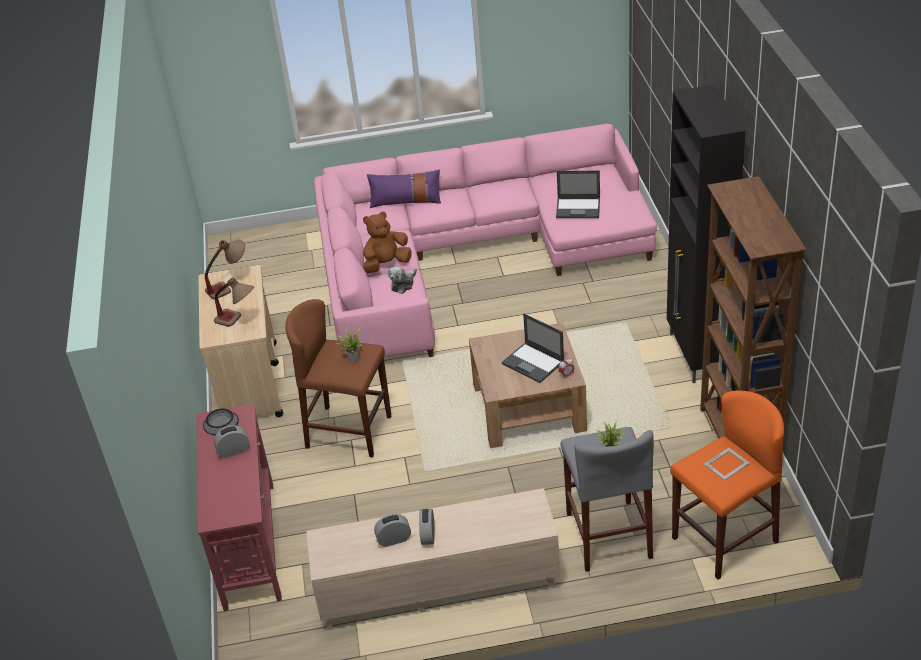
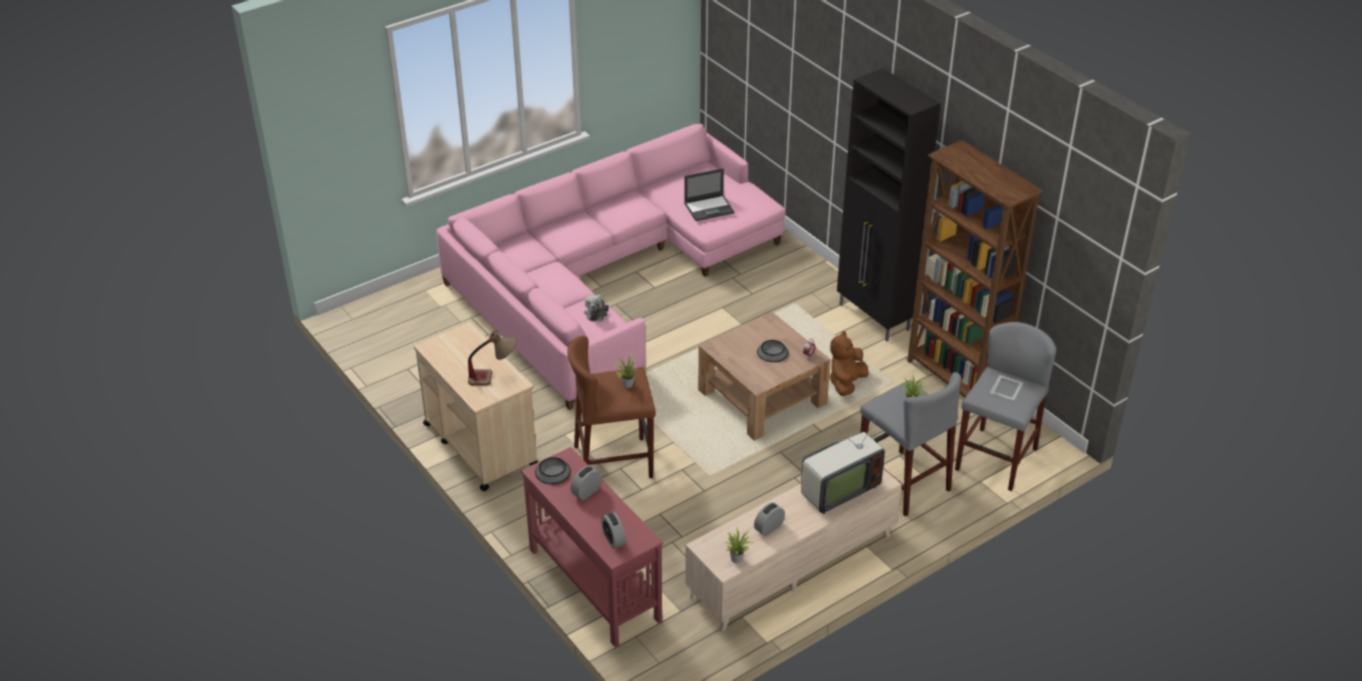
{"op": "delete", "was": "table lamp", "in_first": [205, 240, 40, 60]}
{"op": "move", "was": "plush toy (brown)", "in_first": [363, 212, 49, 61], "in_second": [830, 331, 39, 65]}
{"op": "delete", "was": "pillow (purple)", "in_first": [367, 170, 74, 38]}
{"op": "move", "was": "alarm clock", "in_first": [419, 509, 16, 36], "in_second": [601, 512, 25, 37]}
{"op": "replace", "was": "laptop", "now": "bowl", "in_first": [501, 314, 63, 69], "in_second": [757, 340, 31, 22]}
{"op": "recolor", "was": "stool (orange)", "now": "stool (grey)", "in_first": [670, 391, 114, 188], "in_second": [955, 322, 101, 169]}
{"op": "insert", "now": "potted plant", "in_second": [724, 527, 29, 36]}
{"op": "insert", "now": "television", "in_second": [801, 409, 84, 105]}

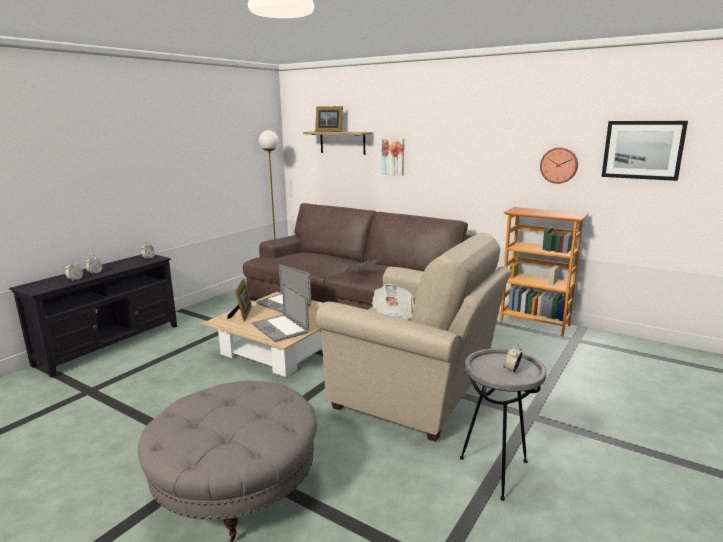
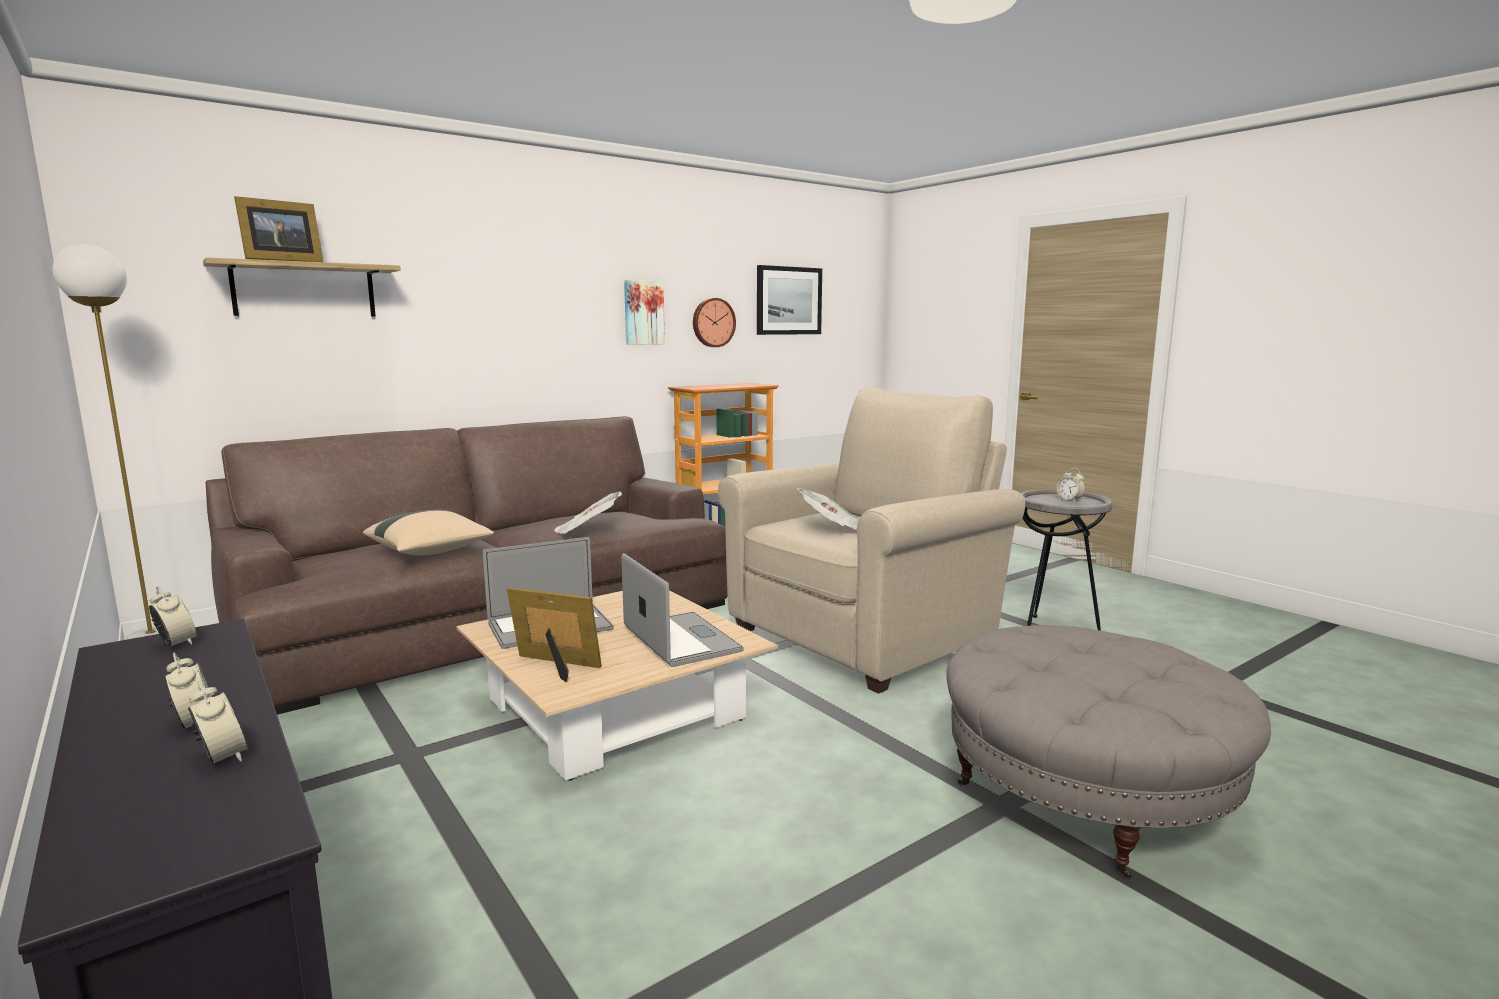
{"op": "rotate", "was": "laptop", "in_first": [252, 282, 57, 60], "in_second": [622, 553, 122, 114], "clockwise": -105}
{"op": "move", "was": "picture", "in_first": [382, 138, 22, 38], "in_second": [624, 280, 41, 65]}
{"op": "insert", "now": "pillow (beige)", "in_second": [363, 510, 131, 45]}

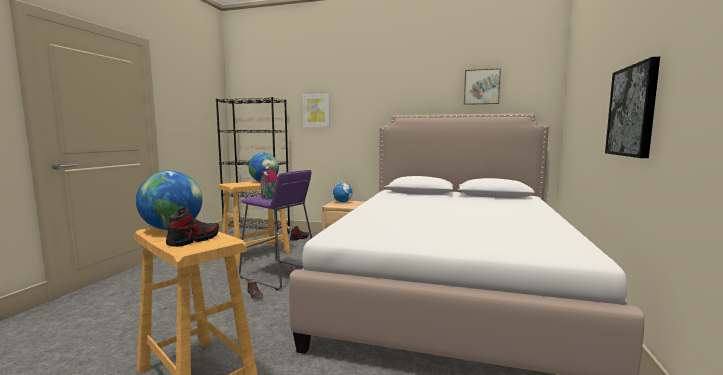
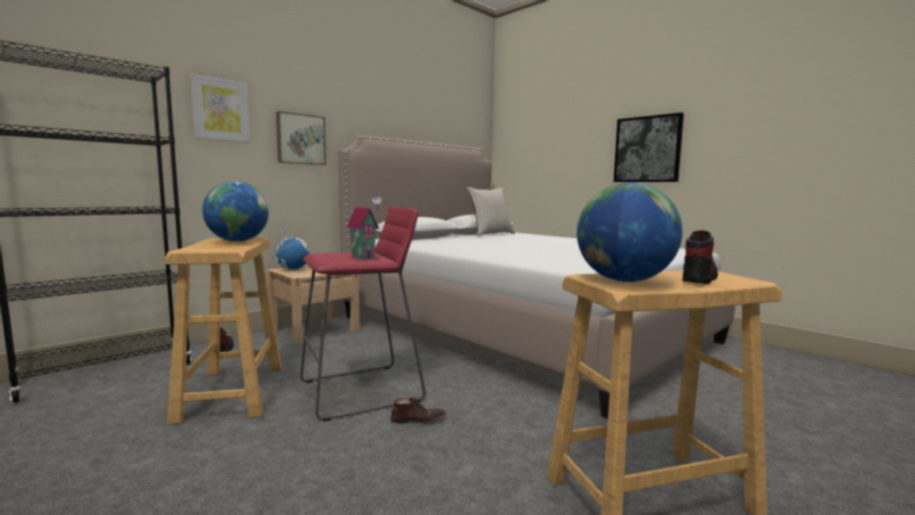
{"op": "rotate", "was": "shoe", "in_first": [166, 207, 53, 40], "in_second": [683, 230, 35, 54], "clockwise": 60}
{"op": "recolor", "was": "stool (purple)", "now": "stool (red)", "in_first": [239, 170, 73, 120], "in_second": [300, 206, 126, 215]}
{"op": "move", "was": "picture", "in_first": [464, 68, 37, 37], "in_second": [276, 111, 50, 54]}
{"op": "insert", "now": "pillow (beige)", "in_second": [467, 187, 48, 49]}

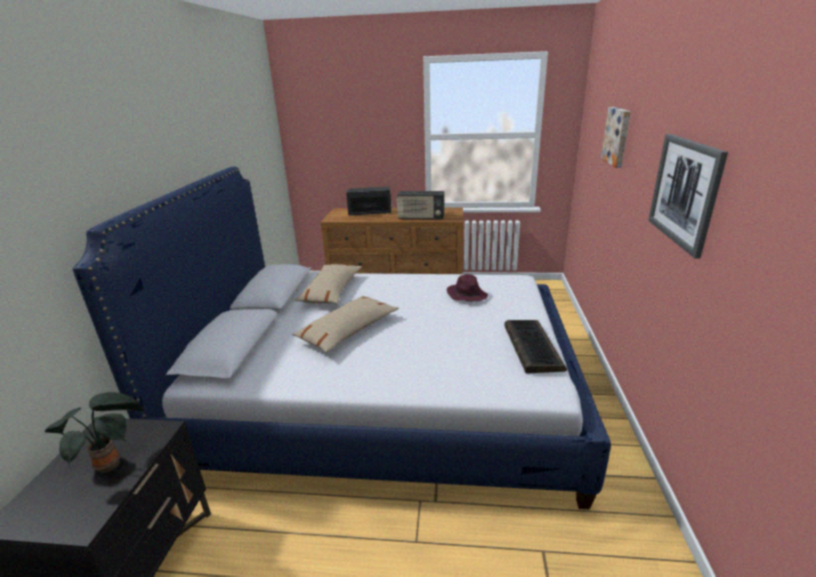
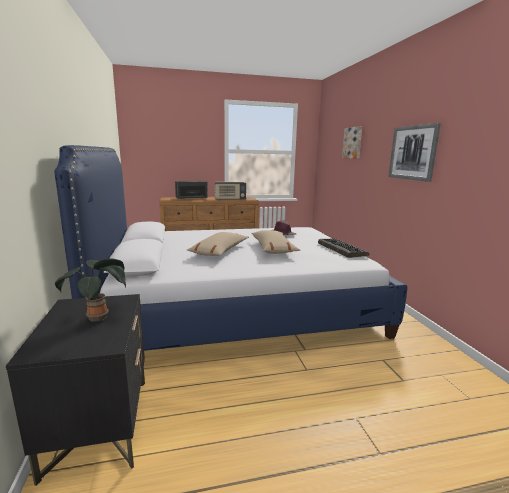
{"op": "move", "was": "pillow (beige)", "in_first": [294, 264, 68, 40], "in_second": [251, 230, 49, 24]}

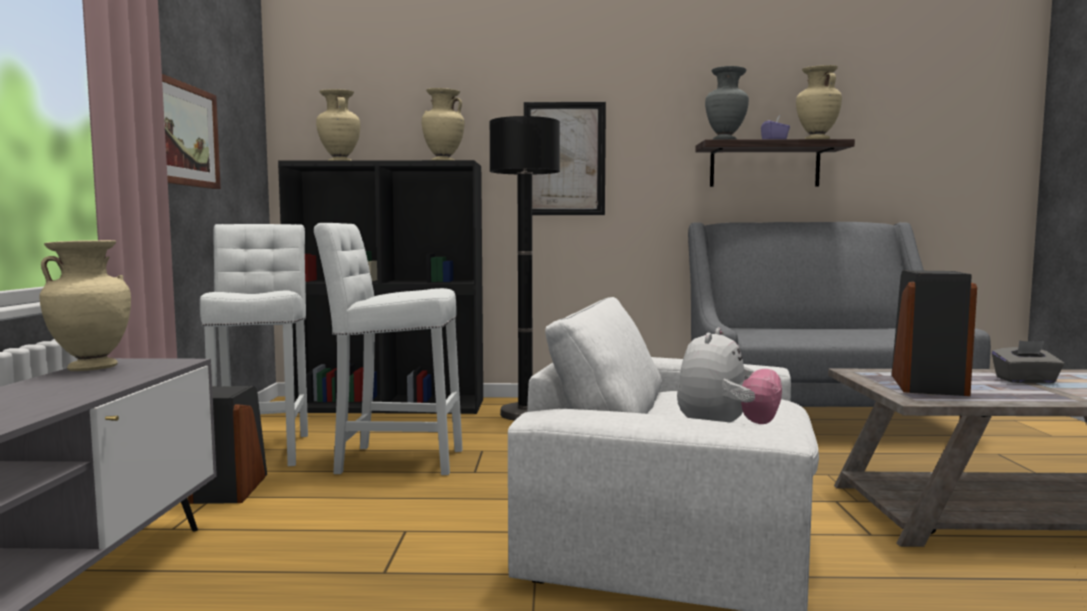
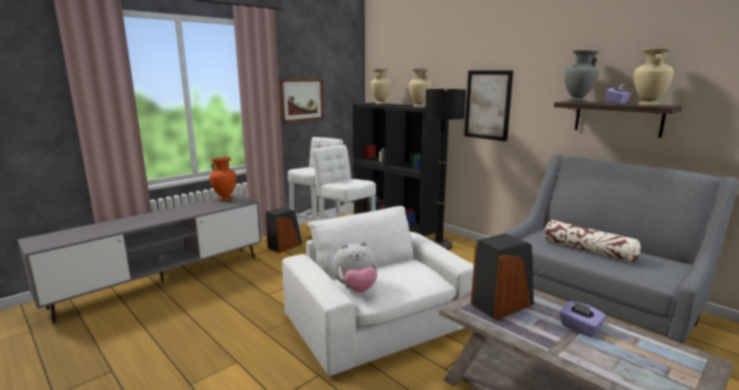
{"op": "recolor", "was": "vase (beige)", "now": "vase (orange)", "in_first": [40, 240, 91, 131], "in_second": [210, 157, 26, 44]}
{"op": "recolor", "was": "tissue box (grey)", "now": "tissue box (purple)", "in_first": [992, 341, 72, 42], "in_second": [559, 301, 47, 36]}
{"op": "insert", "now": "pillow", "in_second": [544, 220, 97, 43]}

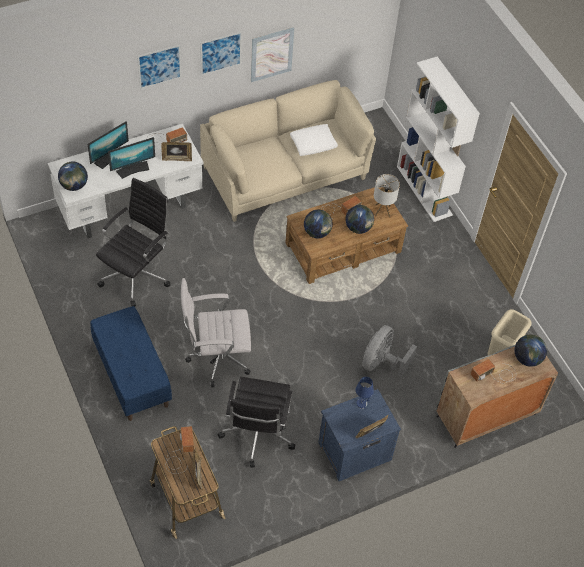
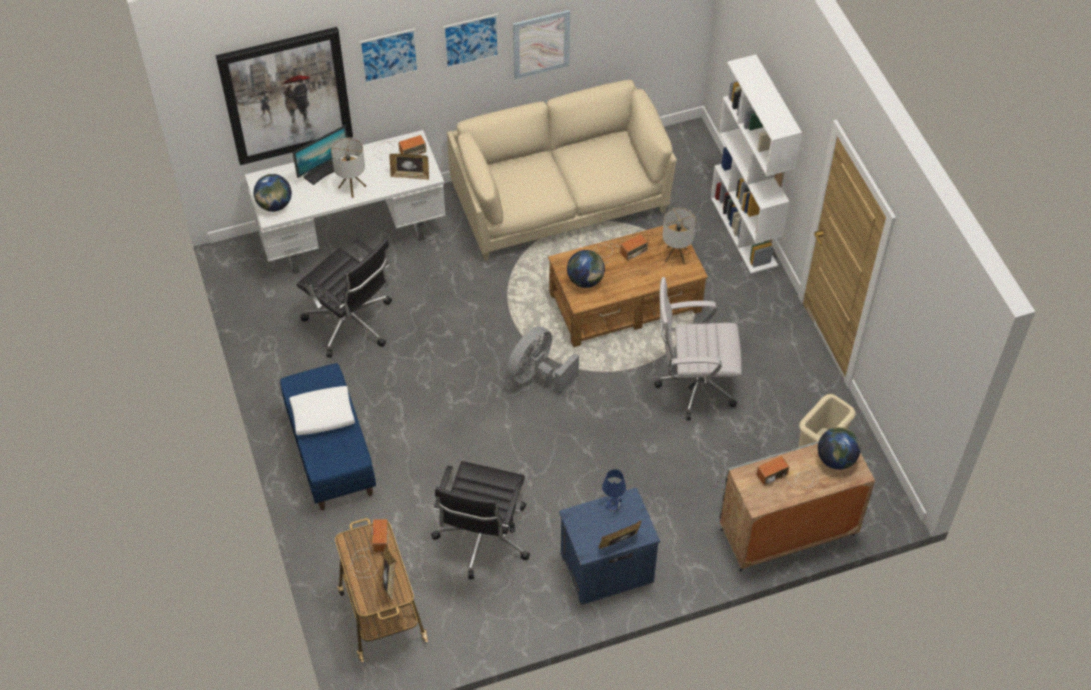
{"op": "rotate", "was": "office chair (black)", "in_first": [96, 178, 74, 129], "in_second": [297, 238, 95, 120], "clockwise": 90}
{"op": "replace", "was": "monitor", "now": "table lamp", "in_first": [108, 137, 47, 42], "in_second": [331, 137, 35, 61]}
{"op": "move", "was": "office chair (white)", "in_first": [181, 278, 70, 109], "in_second": [654, 277, 88, 143]}
{"op": "move", "was": "pillow (white)", "in_first": [290, 124, 48, 32], "in_second": [289, 386, 66, 49]}
{"op": "delete", "was": "globe", "in_first": [345, 205, 29, 29]}
{"op": "move", "was": "fan (grey)", "in_first": [362, 325, 55, 52], "in_second": [506, 326, 73, 68]}
{"op": "insert", "now": "picture", "in_second": [216, 27, 137, 138]}

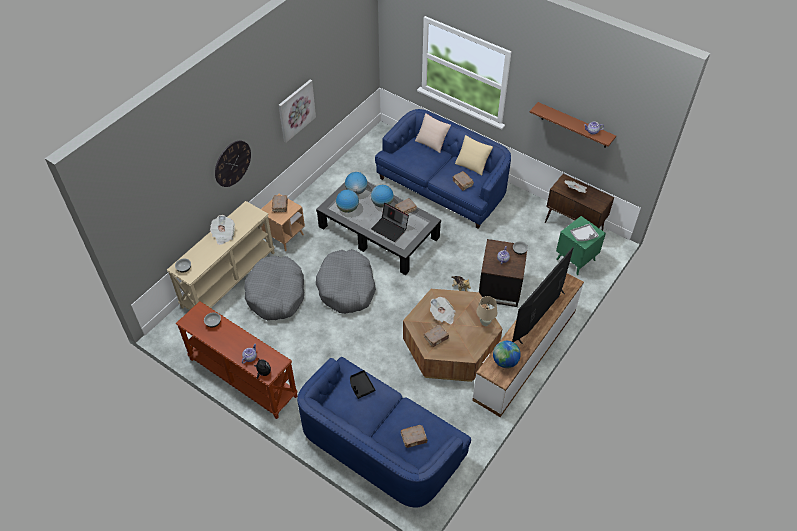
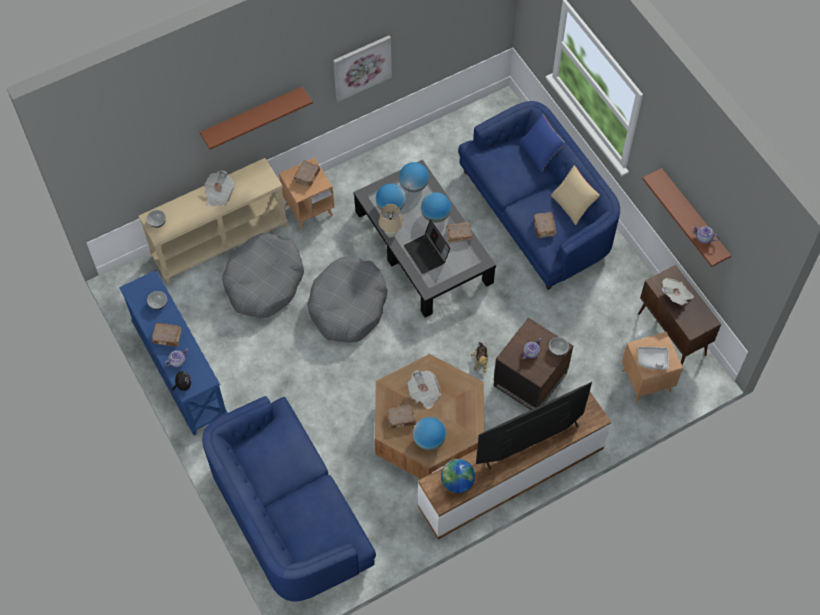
{"op": "recolor", "was": "console table (brown)", "now": "console table (blue)", "in_first": [176, 301, 122, 118], "in_second": [119, 270, 109, 165]}
{"op": "replace", "was": "wall clock", "now": "shelf (brown)", "in_first": [215, 141, 36, 46], "in_second": [200, 86, 113, 63]}
{"op": "delete", "was": "tray (black)", "in_first": [350, 370, 25, 29]}
{"op": "move", "was": "book (brown)", "in_first": [401, 425, 26, 23], "in_second": [152, 323, 29, 24]}
{"op": "recolor", "was": "pillow (beige)", "now": "pillow (blue)", "in_first": [415, 113, 36, 40], "in_second": [520, 113, 45, 59]}
{"op": "move", "was": "table lamp (beige)", "in_first": [476, 296, 21, 30], "in_second": [379, 204, 24, 34]}
{"op": "recolor", "was": "side table (green)", "now": "side table (brown)", "in_first": [556, 216, 50, 59], "in_second": [622, 332, 61, 70]}
{"op": "insert", "now": "globe", "in_second": [413, 417, 33, 34]}

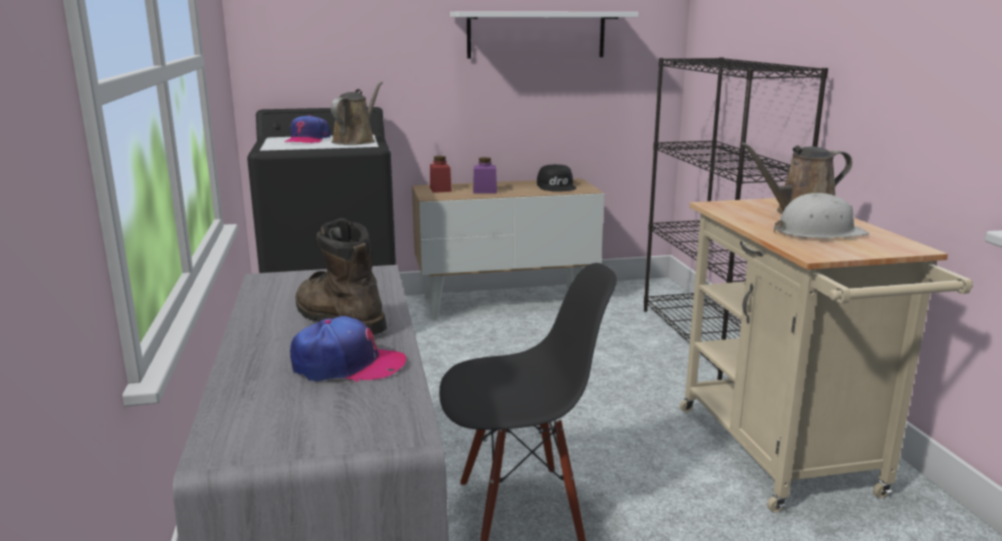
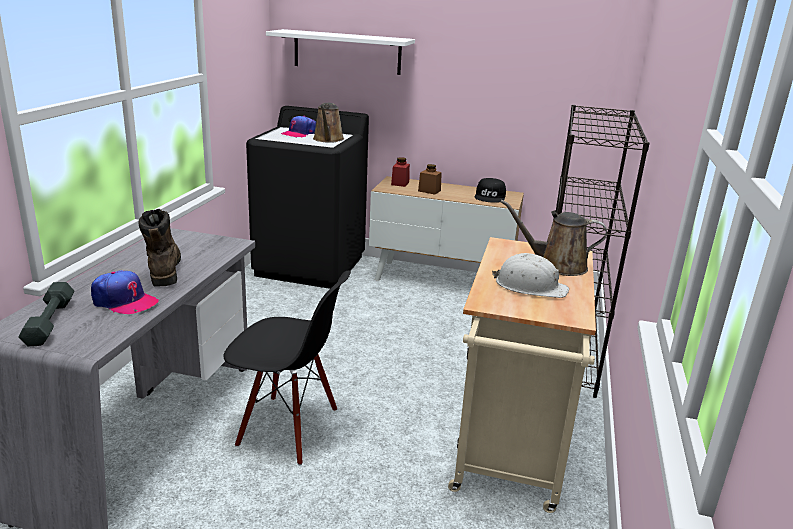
{"op": "rotate", "was": "watering can (brown)", "in_first": [331, 81, 52, 64], "in_second": [313, 103, 31, 40], "clockwise": 135}
{"op": "move", "was": "shelf (white)", "in_first": [450, 11, 189, 48], "in_second": [266, 29, 149, 46]}
{"op": "recolor", "was": "jar (purple)", "now": "jar (brown)", "in_first": [473, 157, 24, 37], "in_second": [418, 164, 24, 31]}
{"op": "insert", "now": "dumbbell (grey)", "in_second": [18, 282, 56, 65]}

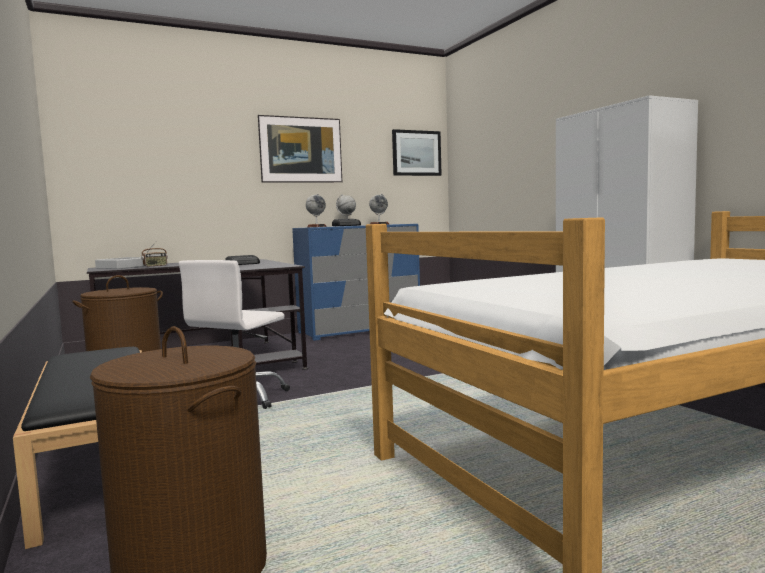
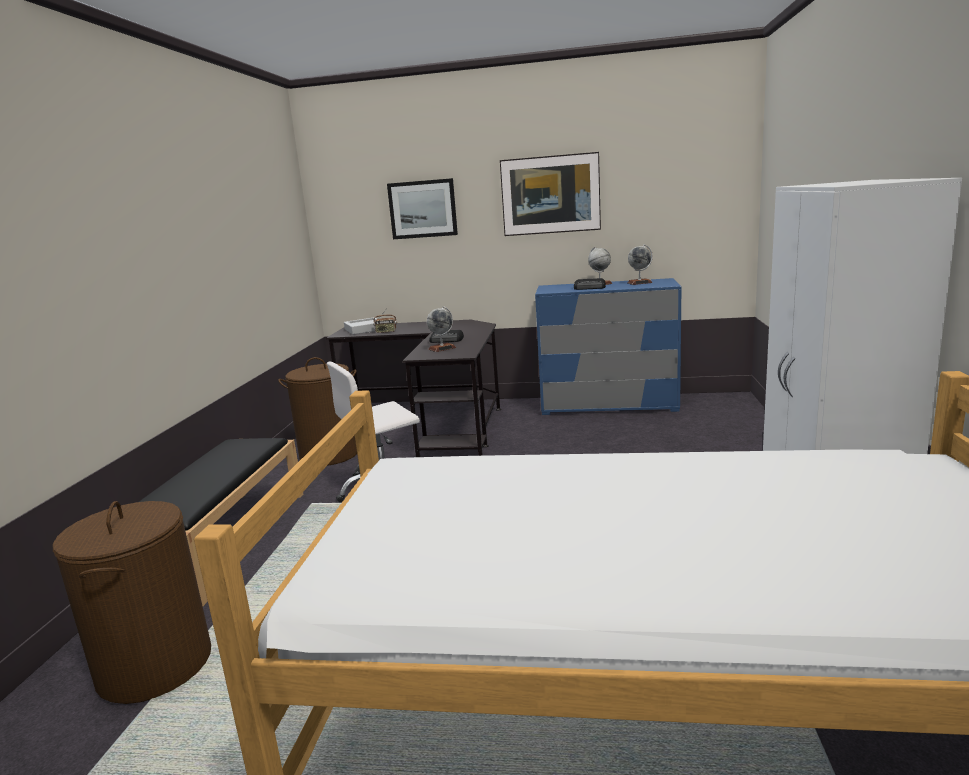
{"op": "move", "was": "globe", "in_first": [306, 194, 21, 33], "in_second": [427, 306, 29, 46]}
{"op": "move", "was": "picture", "in_first": [392, 129, 50, 47], "in_second": [387, 178, 71, 61]}

